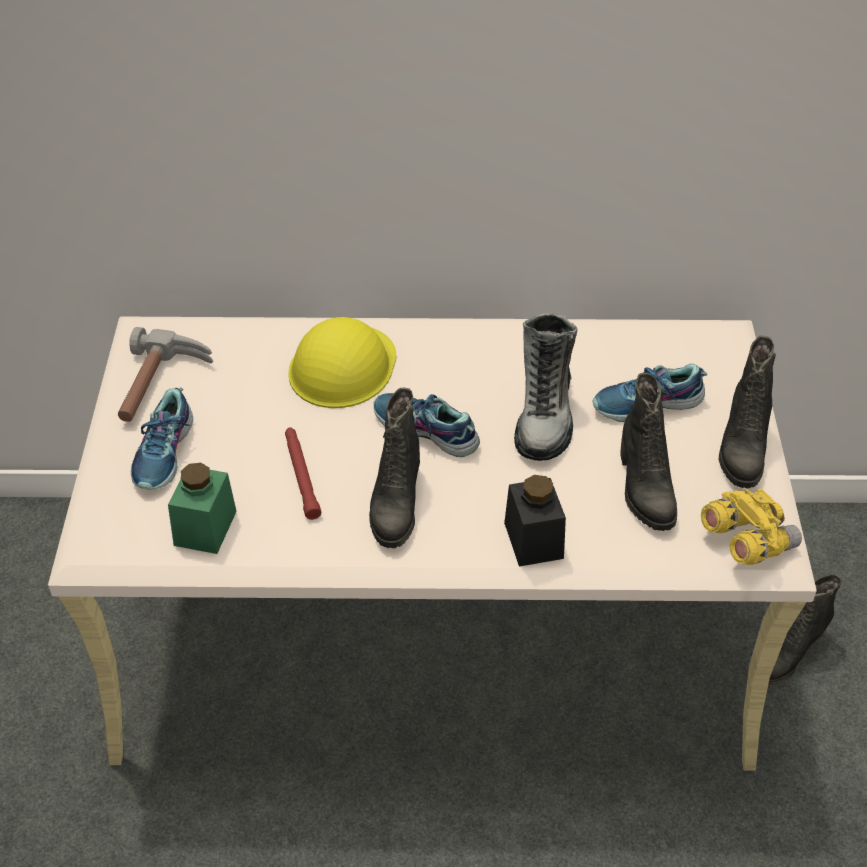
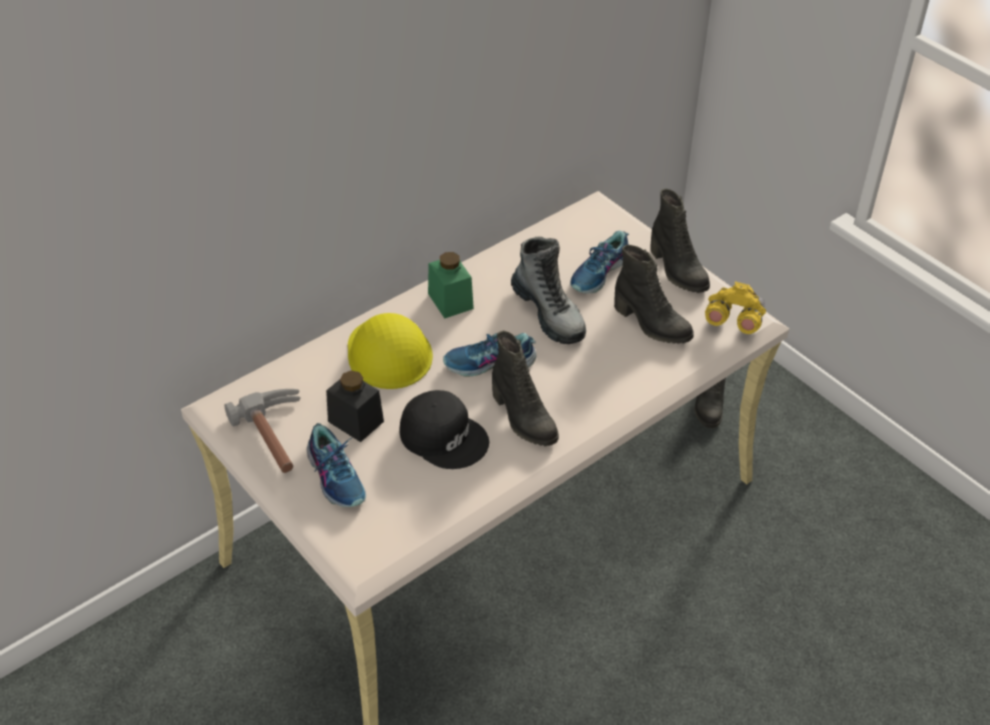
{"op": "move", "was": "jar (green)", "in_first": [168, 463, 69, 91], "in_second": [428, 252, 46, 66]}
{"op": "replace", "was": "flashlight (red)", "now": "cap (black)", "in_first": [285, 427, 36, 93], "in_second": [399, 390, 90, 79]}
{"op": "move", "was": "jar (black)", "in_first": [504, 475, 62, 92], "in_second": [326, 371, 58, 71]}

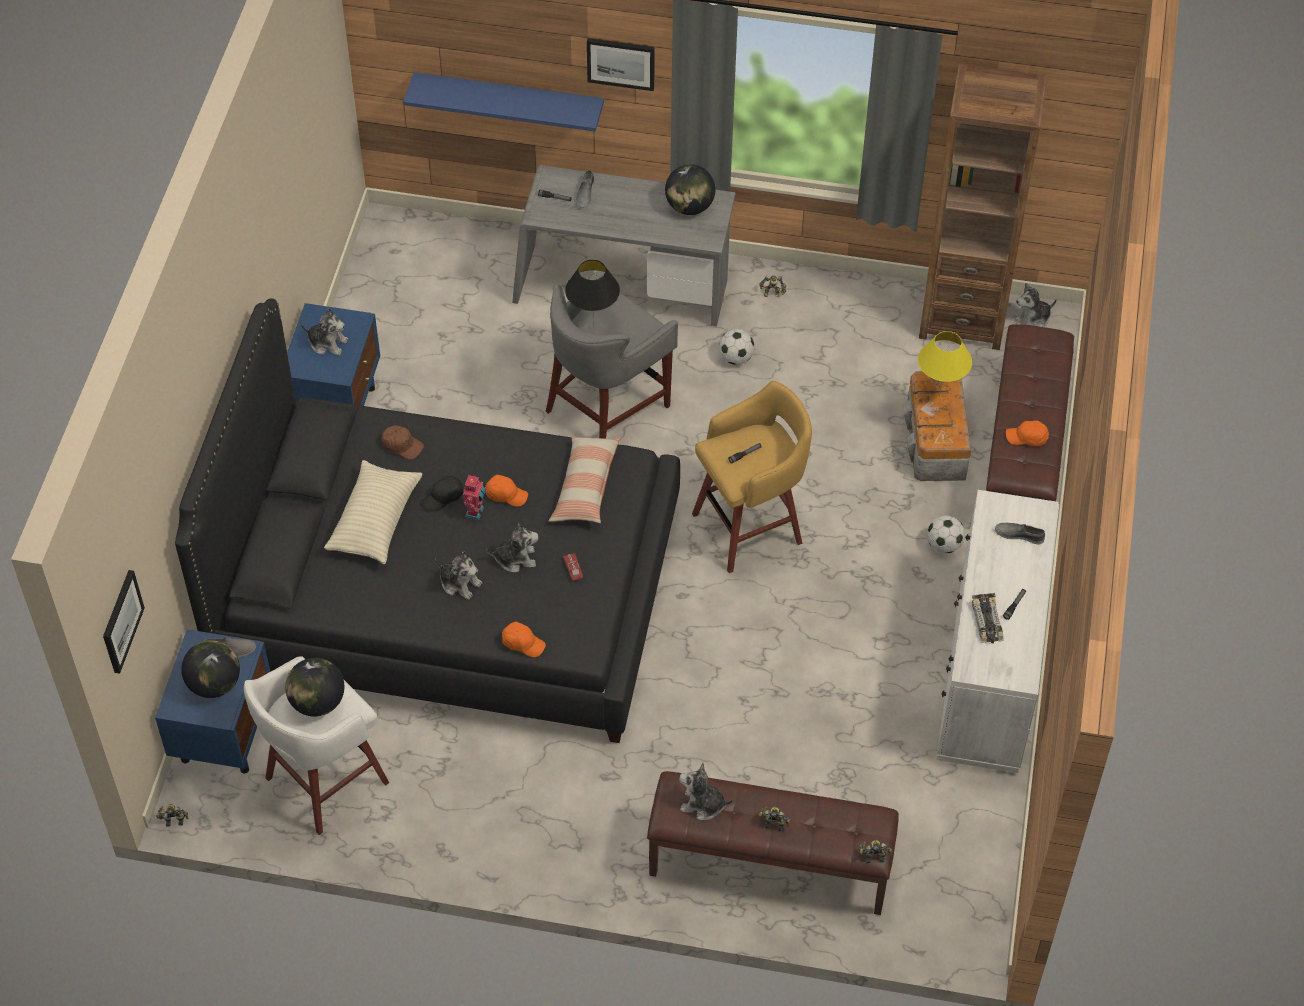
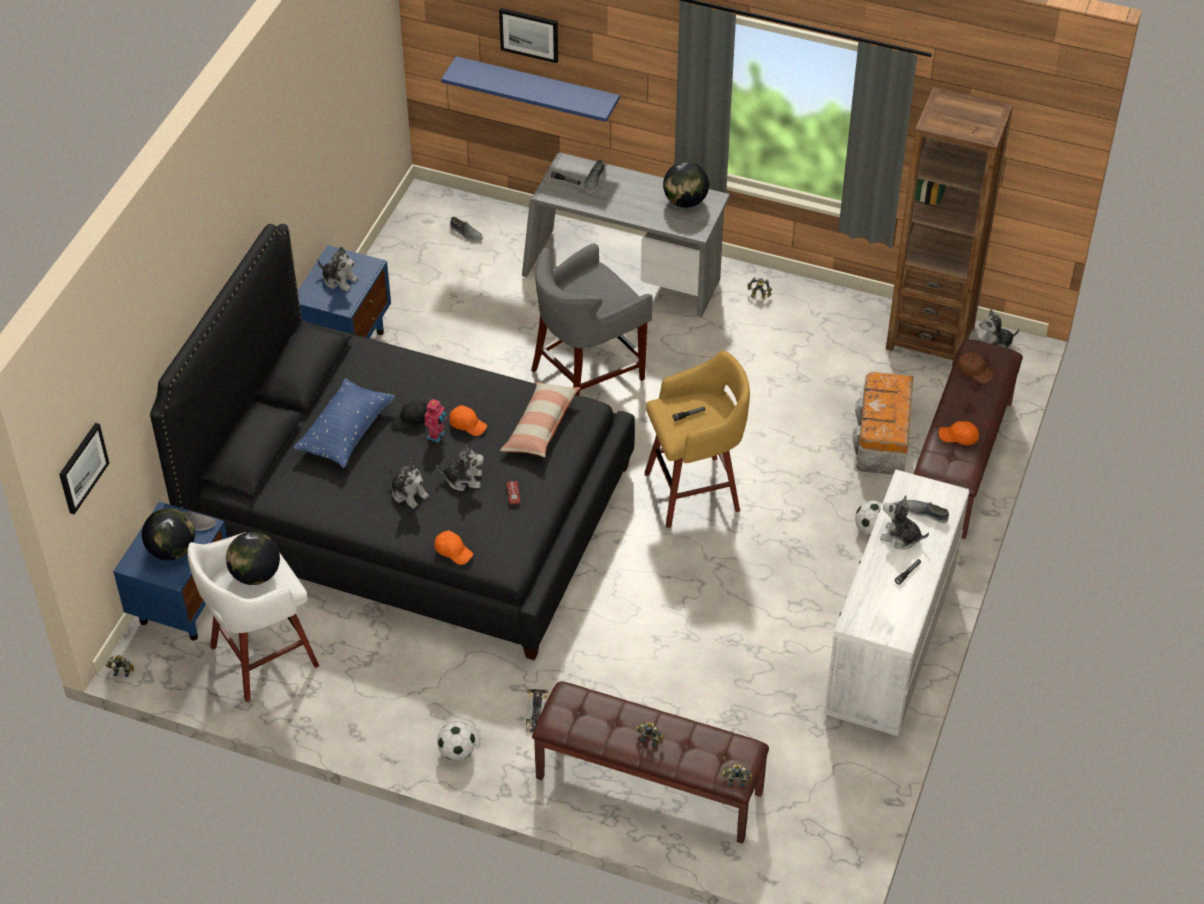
{"op": "recolor", "was": "pillow (beige)", "now": "pillow (blue)", "in_first": [324, 460, 98, 105], "in_second": [293, 378, 102, 90]}
{"op": "move", "was": "cap (brown)", "in_first": [381, 425, 43, 35], "in_second": [957, 352, 38, 32]}
{"op": "delete", "was": "table lamp (black)", "in_first": [565, 260, 55, 68]}
{"op": "move", "was": "picture", "in_first": [587, 38, 68, 53], "in_second": [499, 8, 59, 55]}
{"op": "move", "was": "plush toy", "in_first": [679, 762, 54, 58], "in_second": [880, 495, 49, 55]}
{"op": "move", "was": "football", "in_first": [719, 329, 35, 36], "in_second": [437, 722, 39, 39]}
{"op": "delete", "was": "table lamp (yellow)", "in_first": [918, 331, 54, 66]}
{"op": "move", "was": "toy car", "in_first": [972, 593, 31, 51], "in_second": [526, 689, 22, 44]}
{"op": "insert", "now": "shoe (grey)", "in_second": [450, 217, 33, 25]}

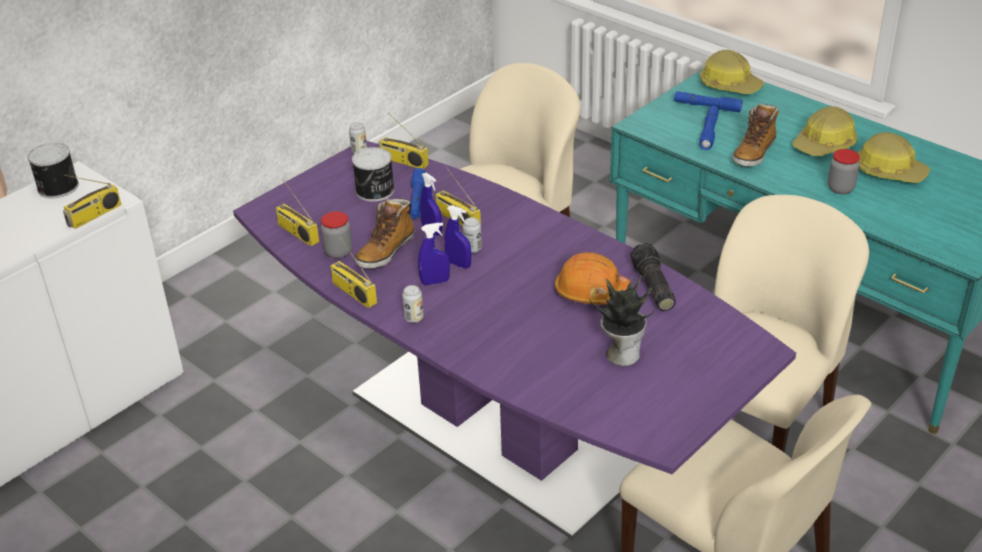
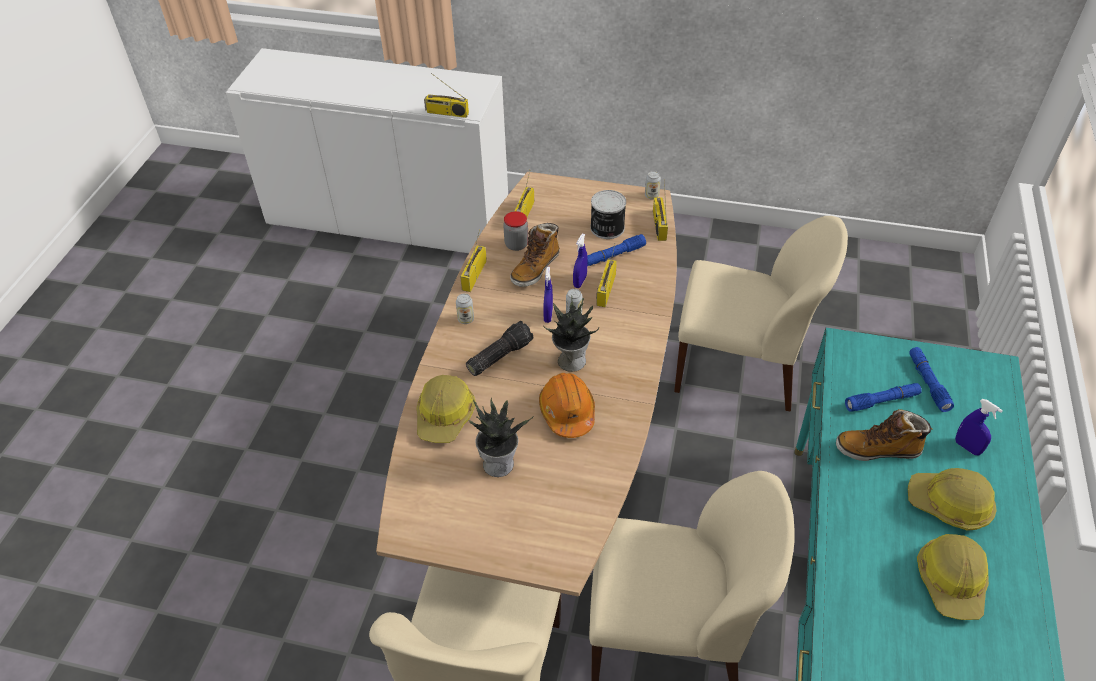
{"op": "delete", "was": "can", "in_first": [27, 143, 52, 55]}
{"op": "recolor", "was": "dining table (purple)", "now": "dining table (brown)", "in_first": [233, 141, 563, 398], "in_second": [376, 172, 301, 424]}
{"op": "rotate", "was": "boot", "in_first": [355, 198, 60, 71], "in_second": [510, 223, 50, 64], "clockwise": -60}
{"op": "move", "was": "spray bottle (blue)", "in_first": [418, 223, 32, 62], "in_second": [955, 399, 48, 56]}
{"op": "move", "was": "flashlight", "in_first": [630, 243, 46, 68], "in_second": [466, 321, 67, 55]}
{"op": "move", "was": "hard hat", "in_first": [700, 50, 64, 44], "in_second": [416, 375, 60, 68]}
{"op": "delete", "was": "jar", "in_first": [828, 149, 32, 45]}
{"op": "insert", "now": "potted plant", "in_second": [543, 298, 56, 74]}

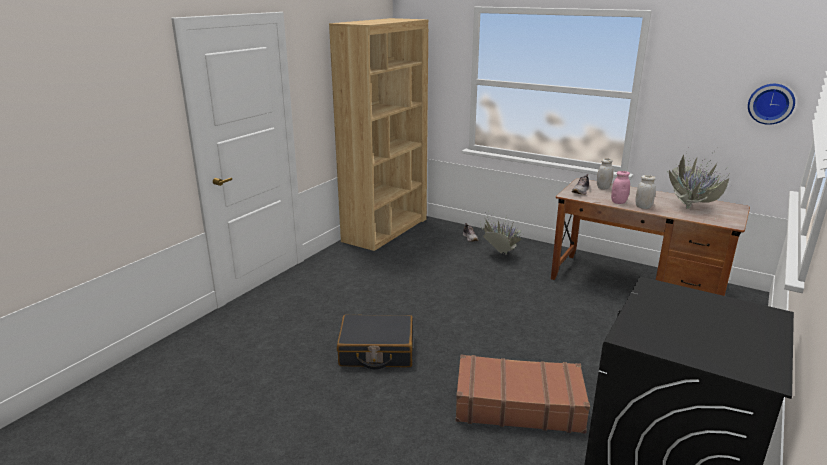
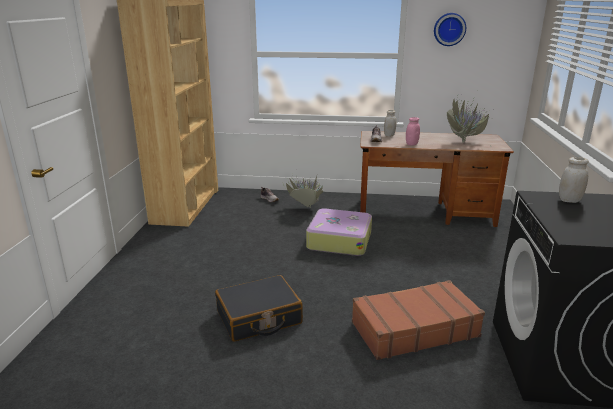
{"op": "move", "was": "jar (white)", "in_first": [635, 175, 21, 34], "in_second": [559, 157, 30, 46]}
{"op": "move", "was": "wall clock", "in_first": [748, 84, 47, 41], "in_second": [434, 13, 32, 33]}
{"op": "insert", "now": "suitcase", "in_second": [306, 208, 66, 48]}

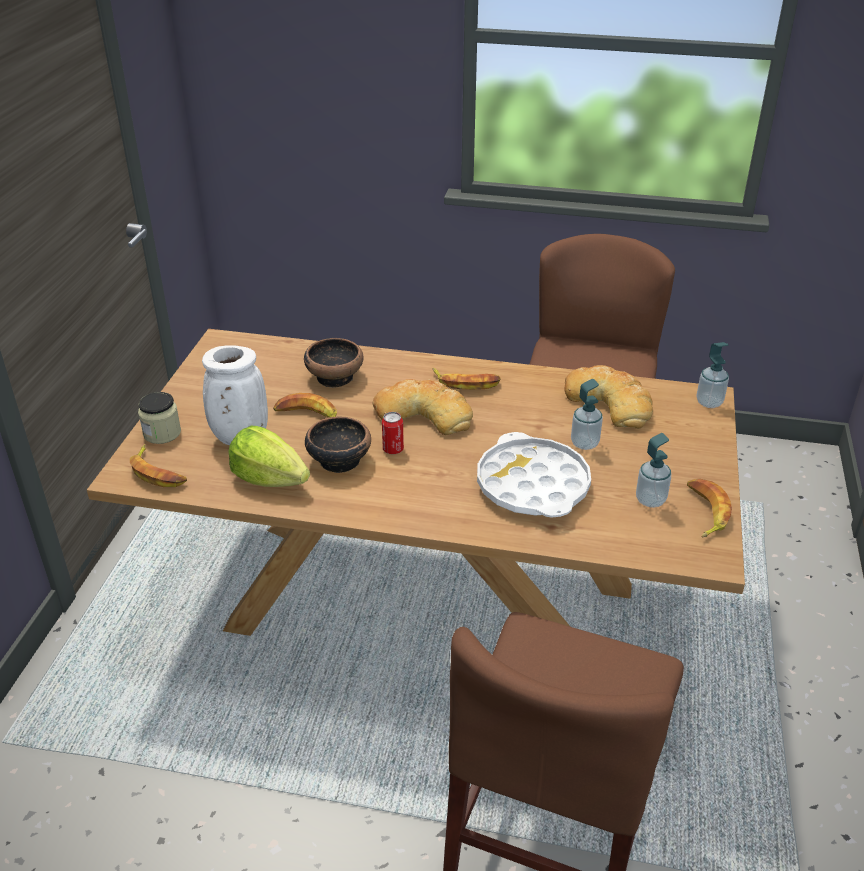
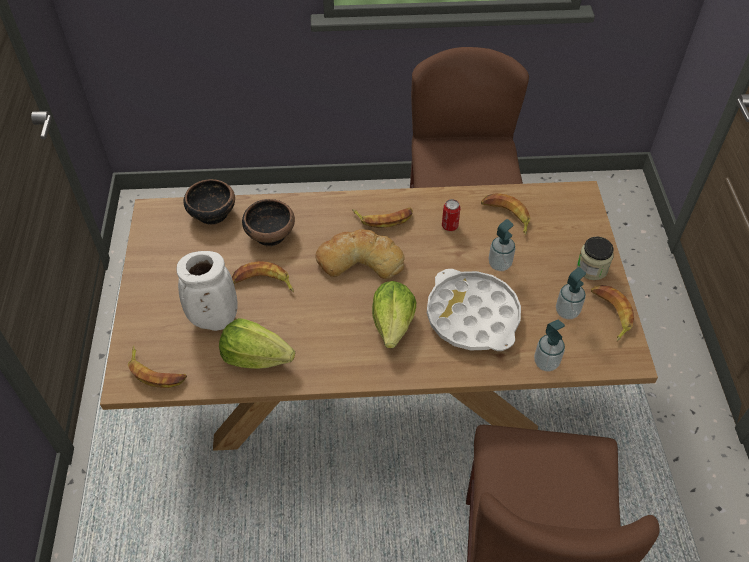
{"op": "move", "was": "jar", "in_first": [138, 392, 43, 52], "in_second": [577, 236, 37, 44]}
{"op": "move", "was": "bowl", "in_first": [305, 417, 66, 56], "in_second": [184, 179, 51, 46]}
{"op": "move", "was": "can", "in_first": [382, 412, 22, 42], "in_second": [442, 199, 18, 32]}
{"op": "replace", "was": "bread", "now": "banana", "in_first": [564, 365, 89, 64], "in_second": [481, 193, 49, 42]}
{"op": "move", "was": "soap dispenser", "in_first": [697, 342, 32, 66], "in_second": [534, 320, 31, 52]}
{"op": "insert", "now": "lettuce", "in_second": [372, 281, 44, 67]}

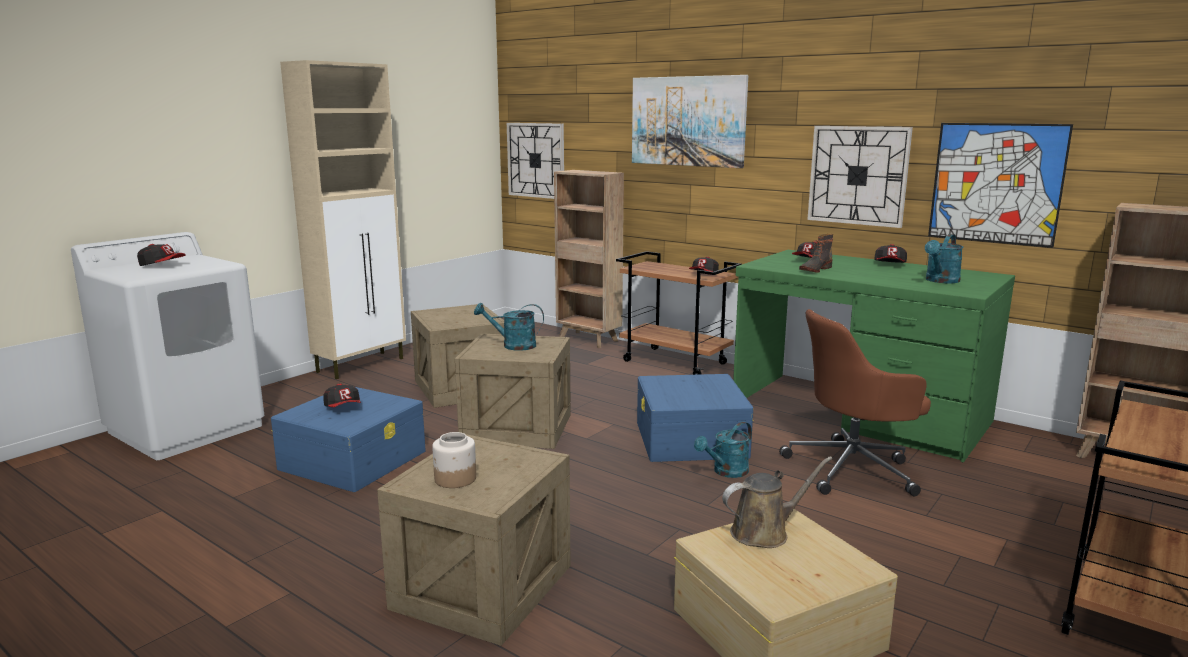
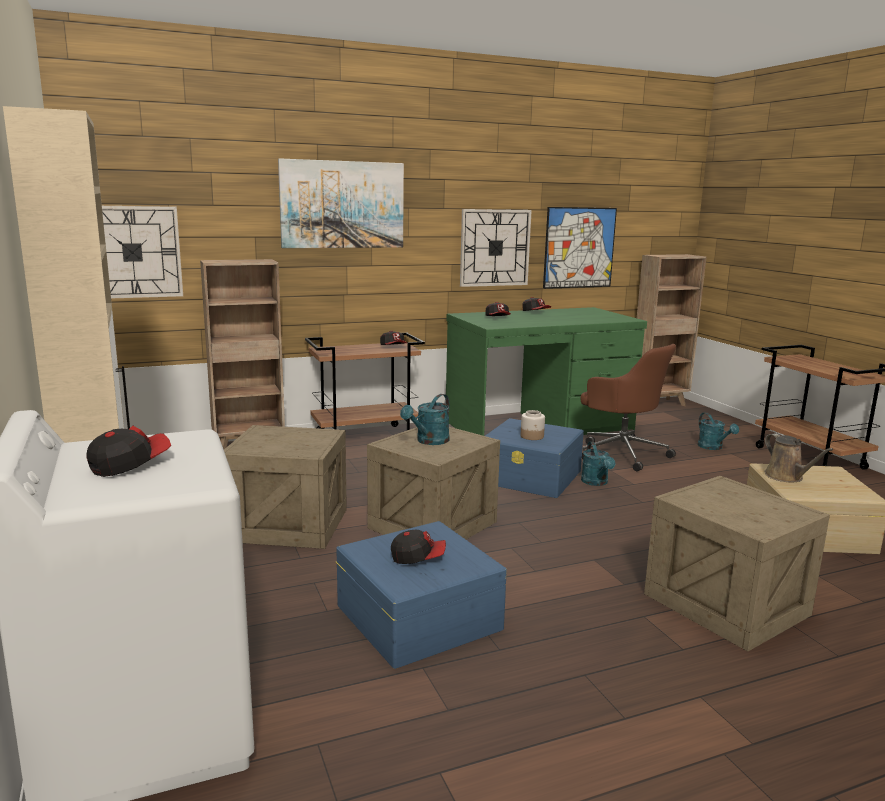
{"op": "move", "was": "jar", "in_first": [432, 432, 44, 56], "in_second": [521, 410, 24, 30]}
{"op": "rotate", "was": "watering can (brown)", "in_first": [722, 456, 110, 92], "in_second": [764, 433, 70, 49], "clockwise": 150}
{"op": "rotate", "was": "office chair (brown)", "in_first": [779, 309, 152, 187], "in_second": [581, 344, 95, 127], "clockwise": -60}
{"op": "delete", "was": "boot", "in_first": [799, 234, 34, 39]}
{"op": "move", "was": "watering can (turquoise)", "in_first": [925, 234, 39, 49], "in_second": [698, 412, 41, 38]}

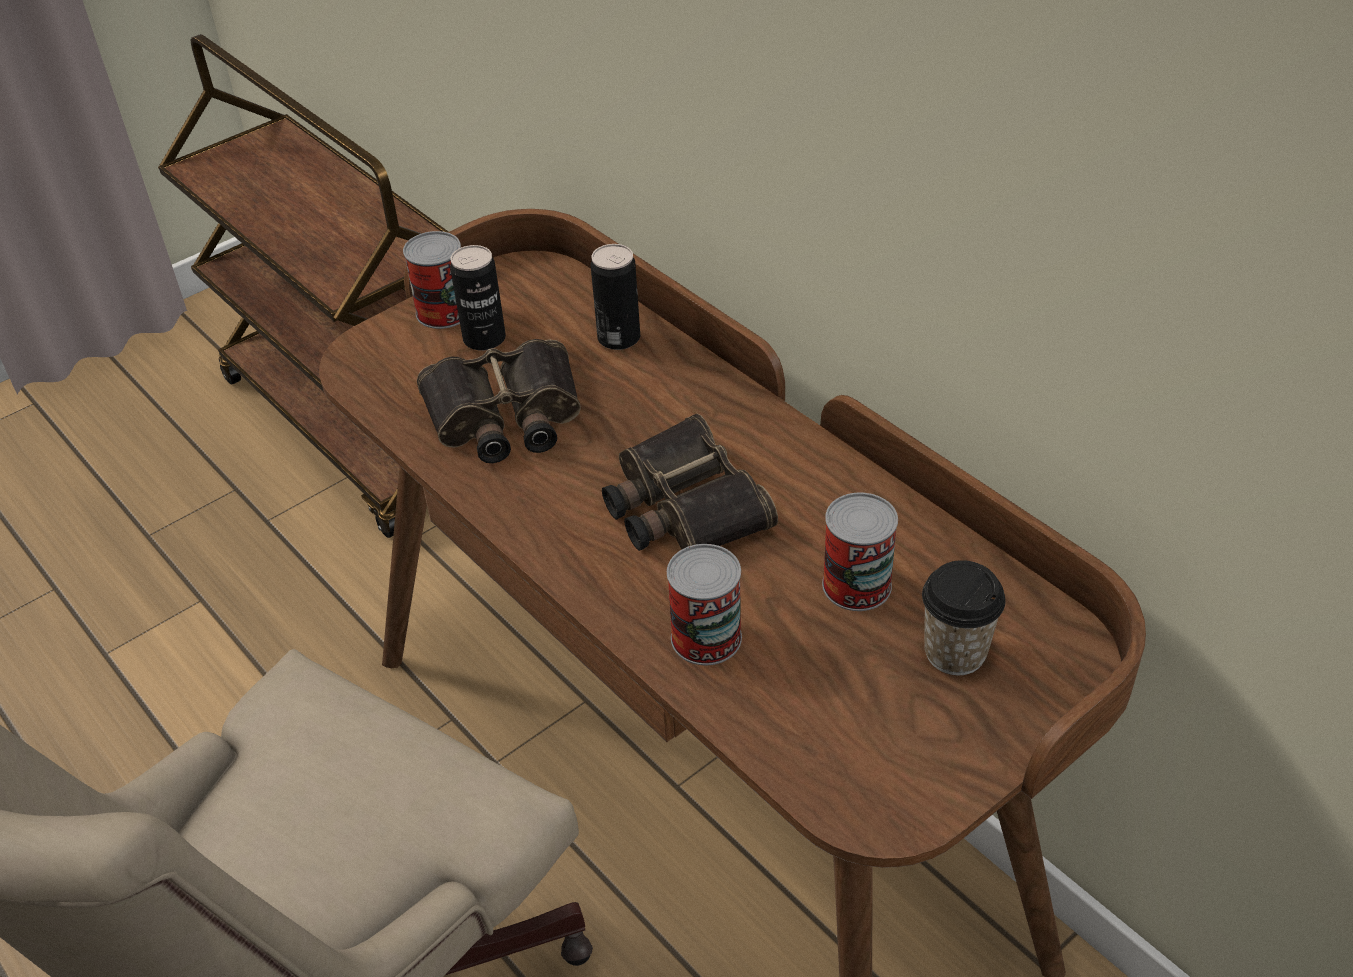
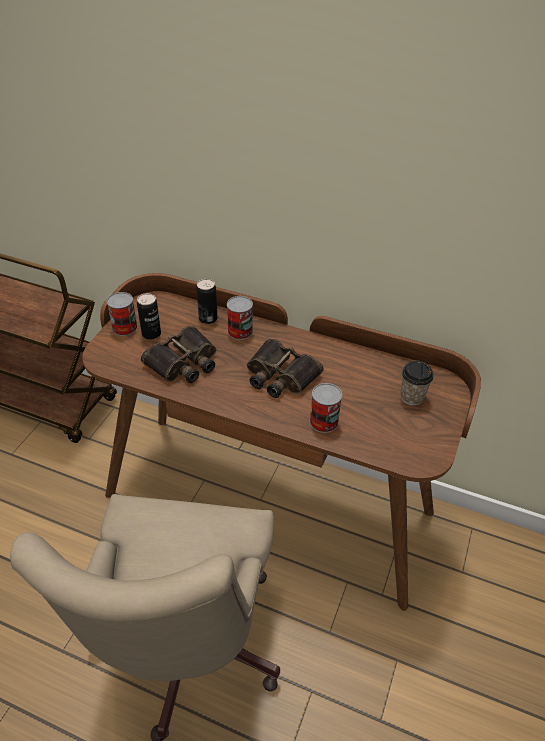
{"op": "move", "was": "can", "in_first": [822, 492, 76, 119], "in_second": [227, 296, 26, 44]}

